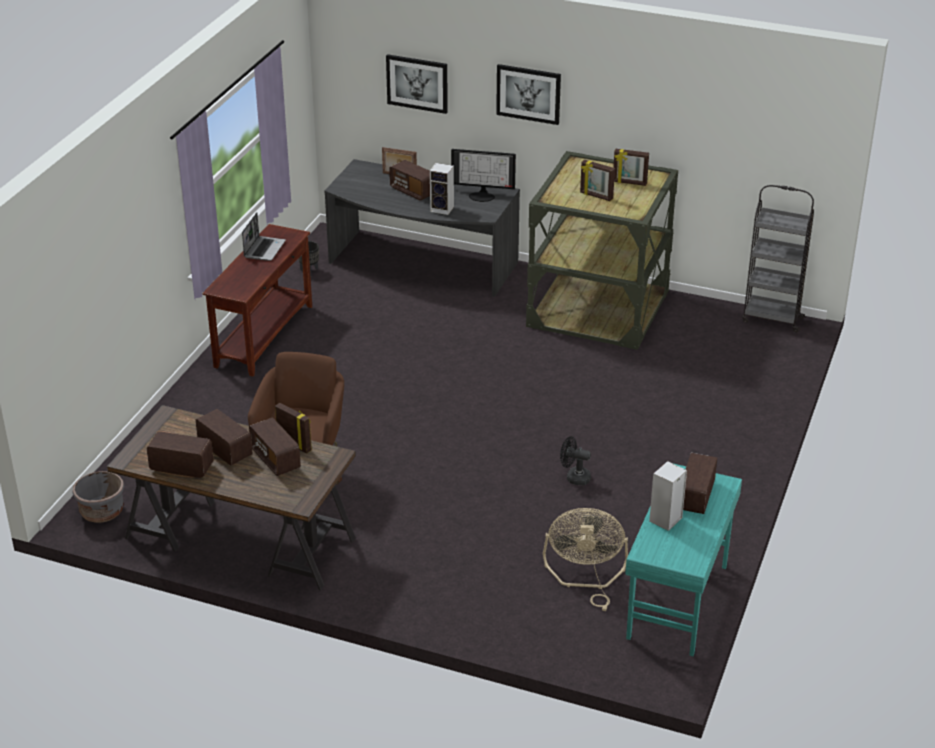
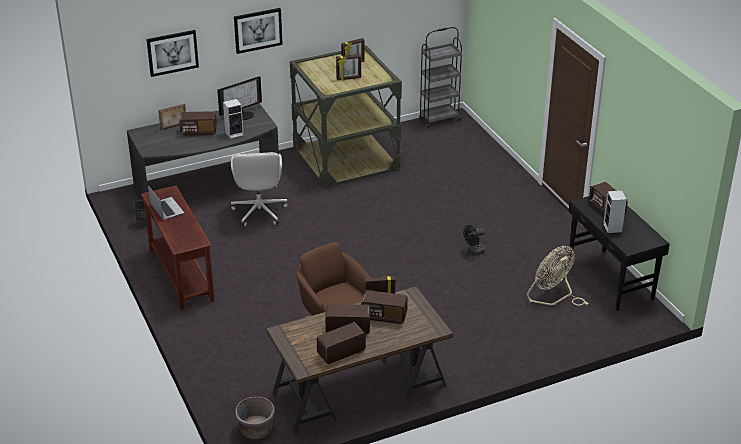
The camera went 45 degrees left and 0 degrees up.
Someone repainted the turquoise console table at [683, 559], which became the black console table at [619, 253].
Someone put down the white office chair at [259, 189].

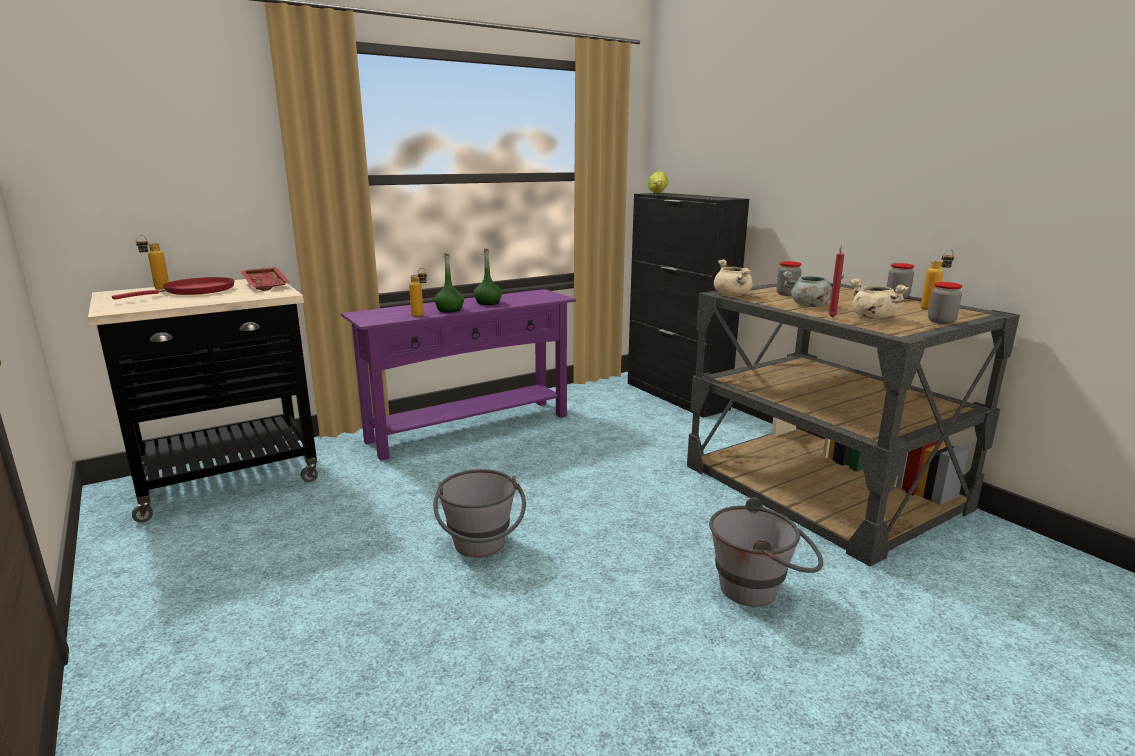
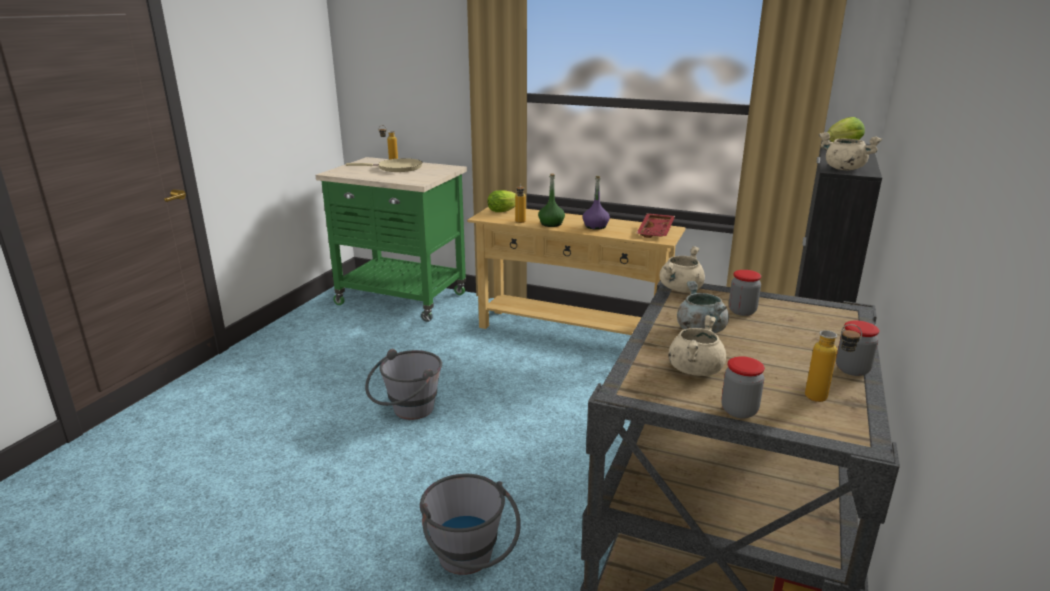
The camera went 55 degrees right and 5 degrees up.
Someone took away the red candle at [836, 281].
Someone repainted the green bottle at [488, 277], which became the purple bottle at [596, 203].
Someone carried the red tray from [266, 279] to [655, 225].
Someone repainted the red frying pan at [173, 288], which became the beige frying pan at [384, 165].
Someone repainted the black cart at [203, 401], which became the green cart at [391, 239].
Someone repainted the purple console table at [458, 375], which became the beige console table at [576, 271].
Someone put down the beige cooking pot at [850, 151].
Someone put down the lettuce at [501, 201].

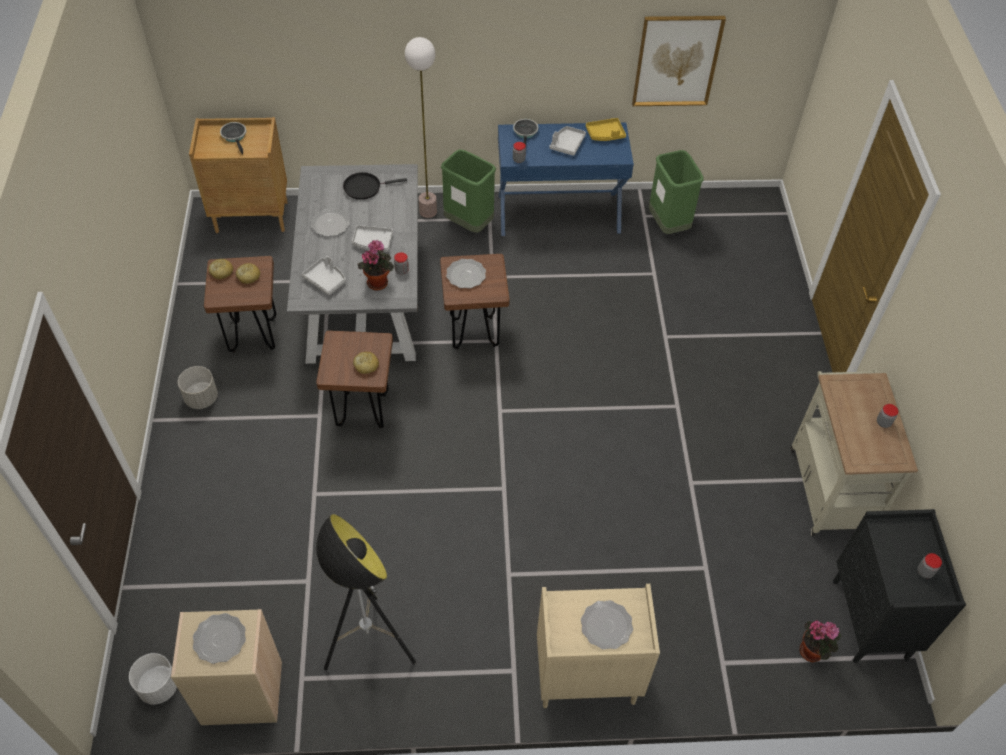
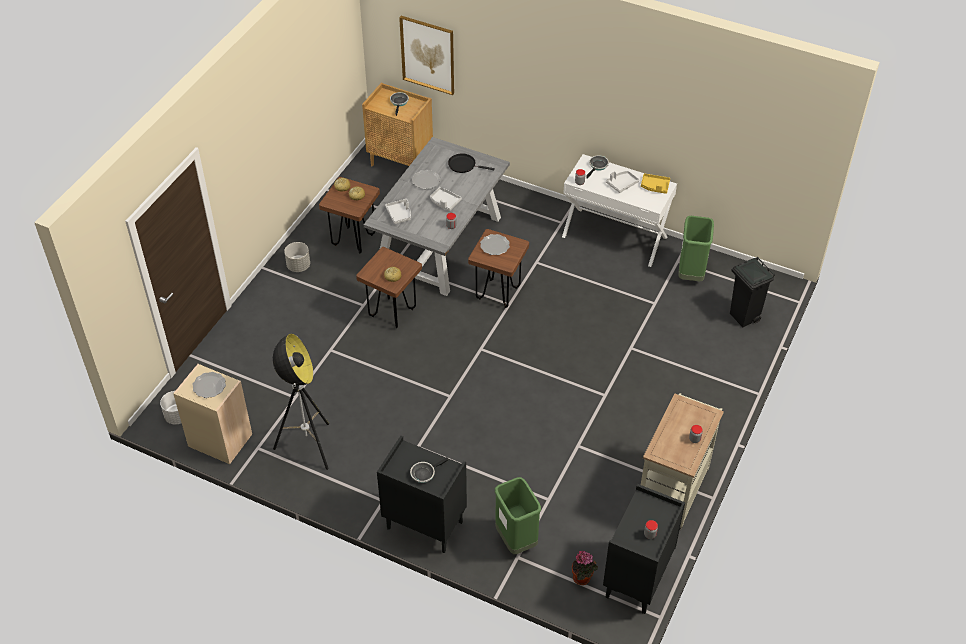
The camera went 30 degrees right and 5 degrees down.
Someone carried the picture from [679, 61] to [426, 55].
Someone took away the floor lamp at [421, 127].
Someone repainted the blue console table at [566, 179], which became the white console table at [619, 210].
Someone carried the green trash can from [468, 191] to [518, 515].
Someone took away the potted plant at [376, 265].
Someone repainted the beige cabinet at [598, 646], which became the black cabinet at [422, 494].
Someone swapped the plate at [607, 624] for the frying pan at [429, 470].
Someone put down the black trash can at [752, 292].

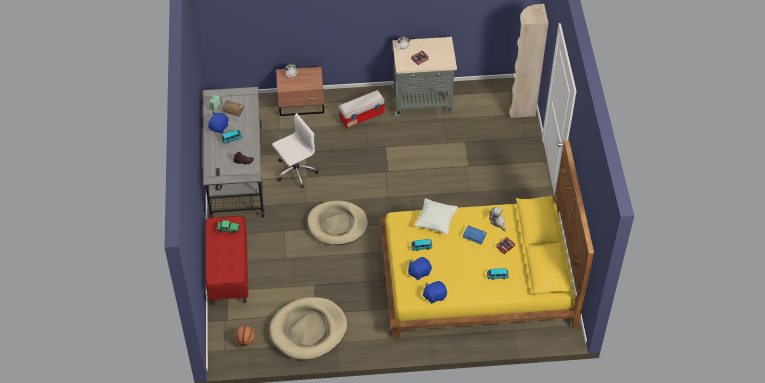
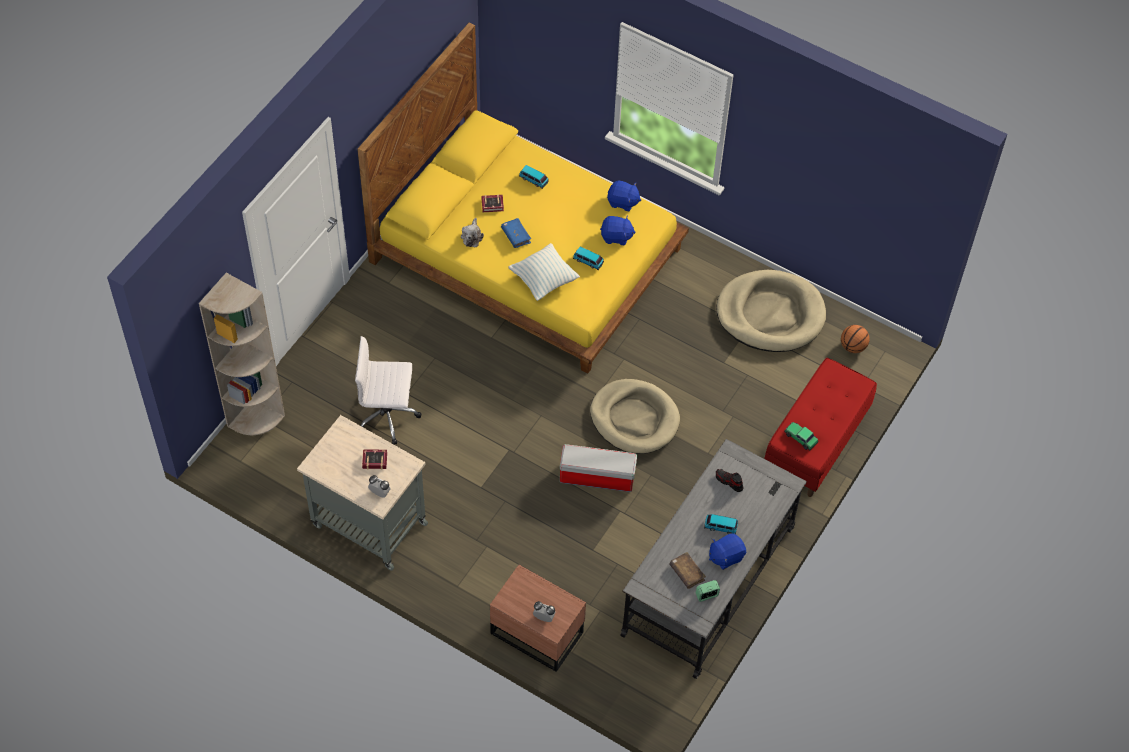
The camera went 145 degrees left and 5 degrees up.
Someone carried the storage box from [362, 109] to [598, 468].
Someone carried the white office chair from [295, 150] to [388, 390].

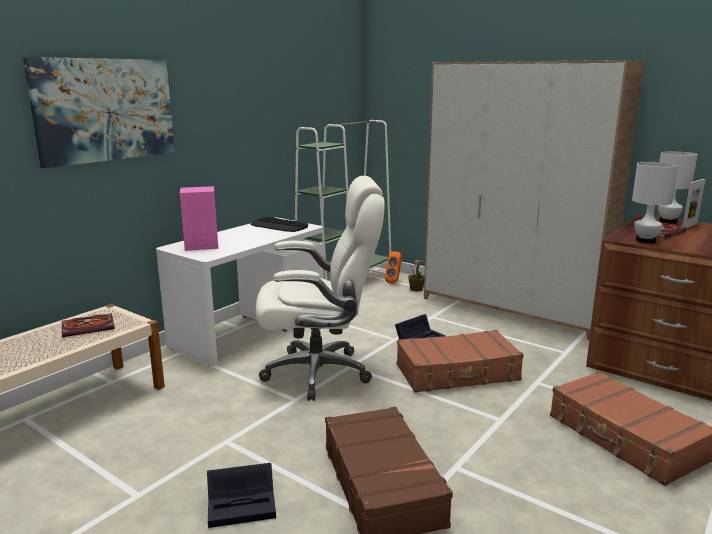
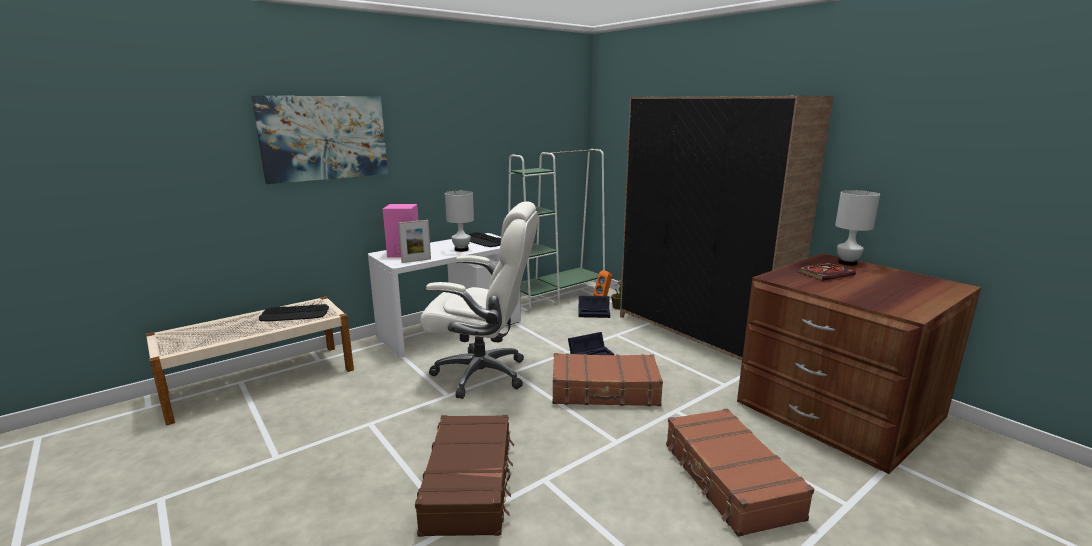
The camera went 15 degrees right and 0 degrees up.
Someone repainted the white wardrobe at [534, 200], which became the black wardrobe at [727, 228].
Someone carried the white table lamp from [655, 203] to [459, 221].
Someone carried the picture frame from [694, 203] to [414, 241].
Someone swapped the book at [88, 325] for the keyboard at [294, 313].
Someone carried the black storage box from [241, 495] to [594, 307].

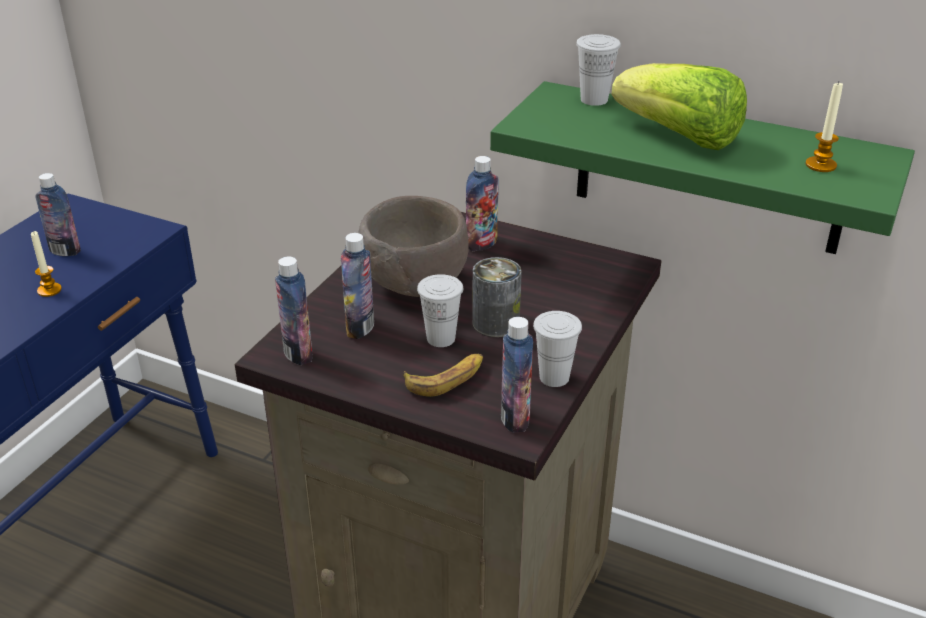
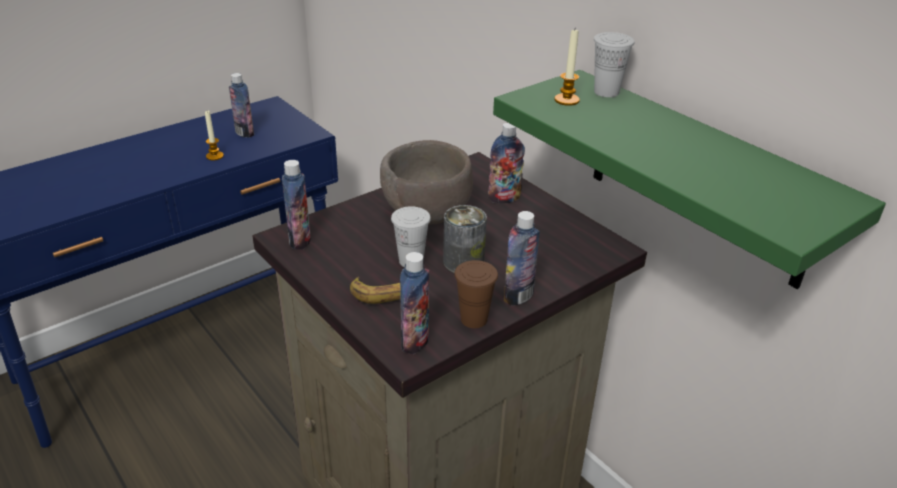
The camera went 25 degrees right and 0 degrees up.
Someone took away the lettuce at [679, 106].
Someone carried the candle from [824, 127] to [567, 68].
Someone carried the bottle from [357, 286] to [522, 258].
Someone repainted the white cup at [557, 349], which became the brown cup at [476, 294].

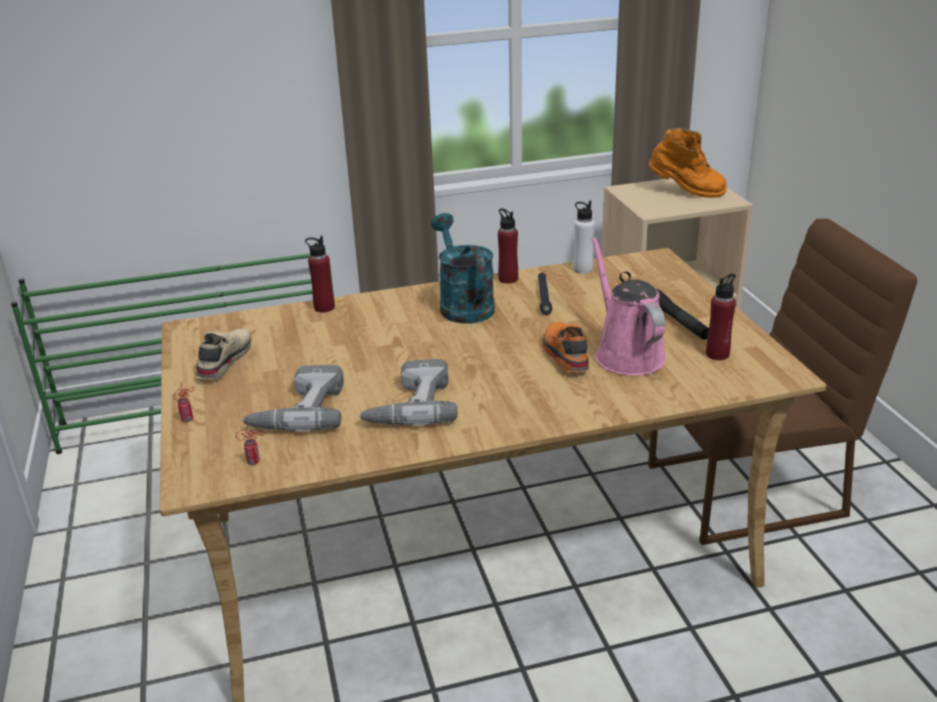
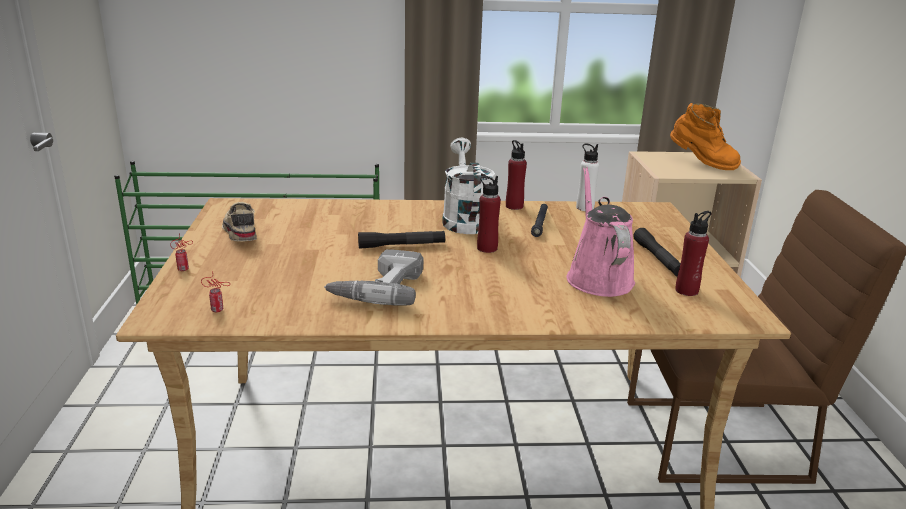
The camera went 10 degrees right and 5 degrees down.
Someone repainted the turquoise watering can at [463, 268], which became the white watering can at [468, 186].
Someone carried the red bottle from [320, 274] to [489, 214].
Someone took away the orange shoe at [565, 347].
Someone rotated the beige shoe at [223, 353] by 45 degrees counterclockwise.
Someone took away the power drill at [293, 398].
Someone put down the black flashlight at [401, 240].

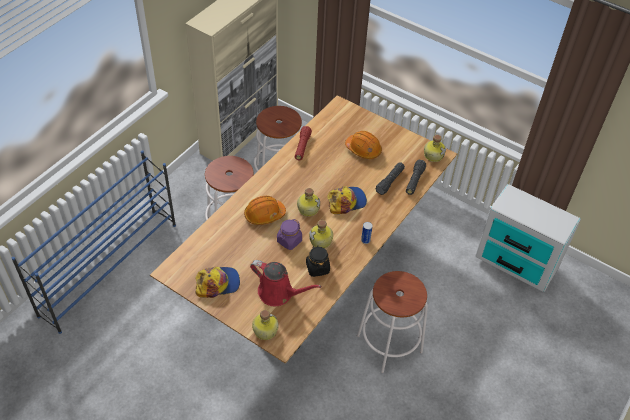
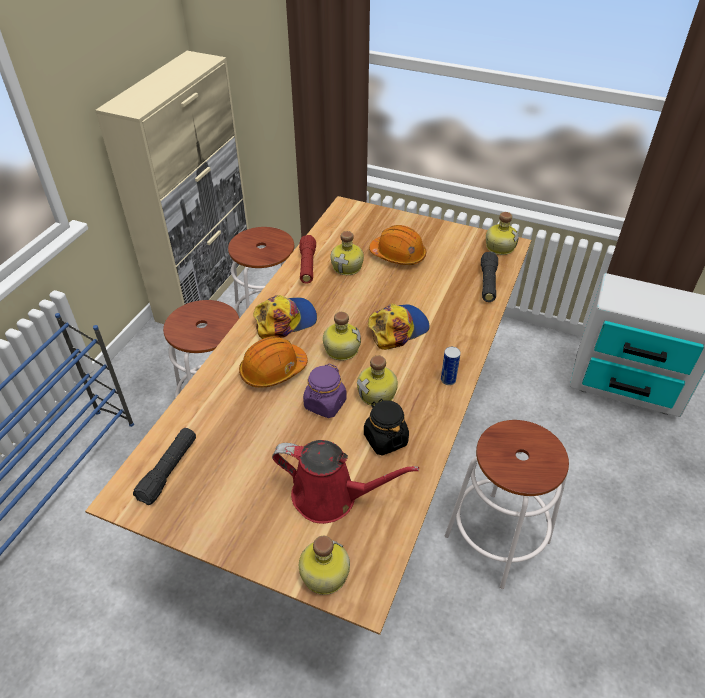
The camera went 10 degrees left and 5 degrees down.
Someone carried the black flashlight from [390, 178] to [164, 466].
Someone carried the cap from [217, 282] to [285, 317].
Someone put down the bottle at [347, 253].

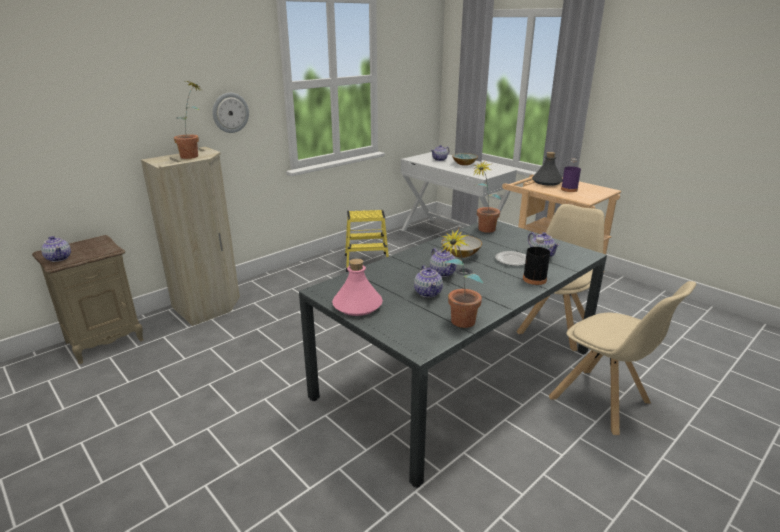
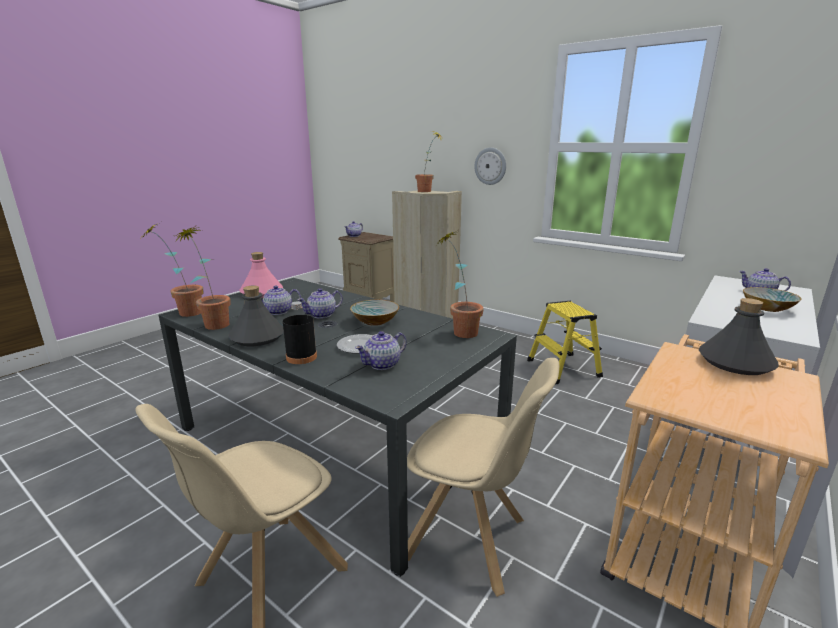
The camera went 80 degrees right and 5 degrees down.
Someone took away the purple bottle at [571, 175].
Someone put down the potted plant at [173, 270].
Someone put down the grey bottle at [256, 315].

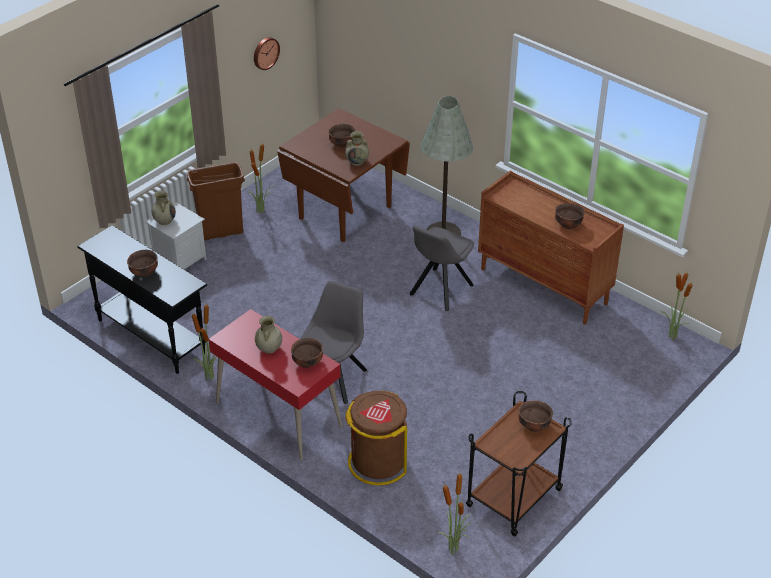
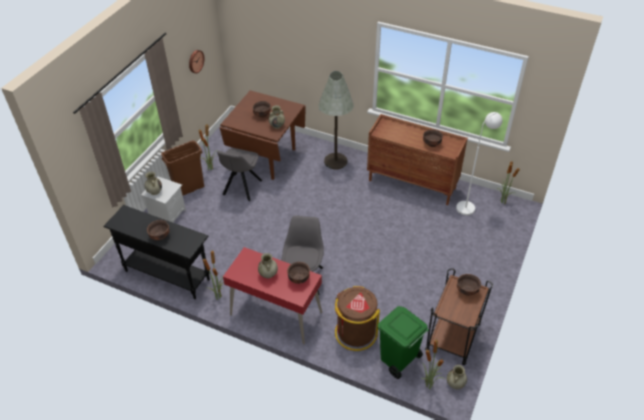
The camera went 15 degrees left and 5 degrees up.
Someone carried the grey chair from [442, 268] to [239, 174].
Someone put down the white floor lamp at [479, 163].
Someone put down the green trash can at [403, 342].
Someone put down the beige vase at [457, 377].

